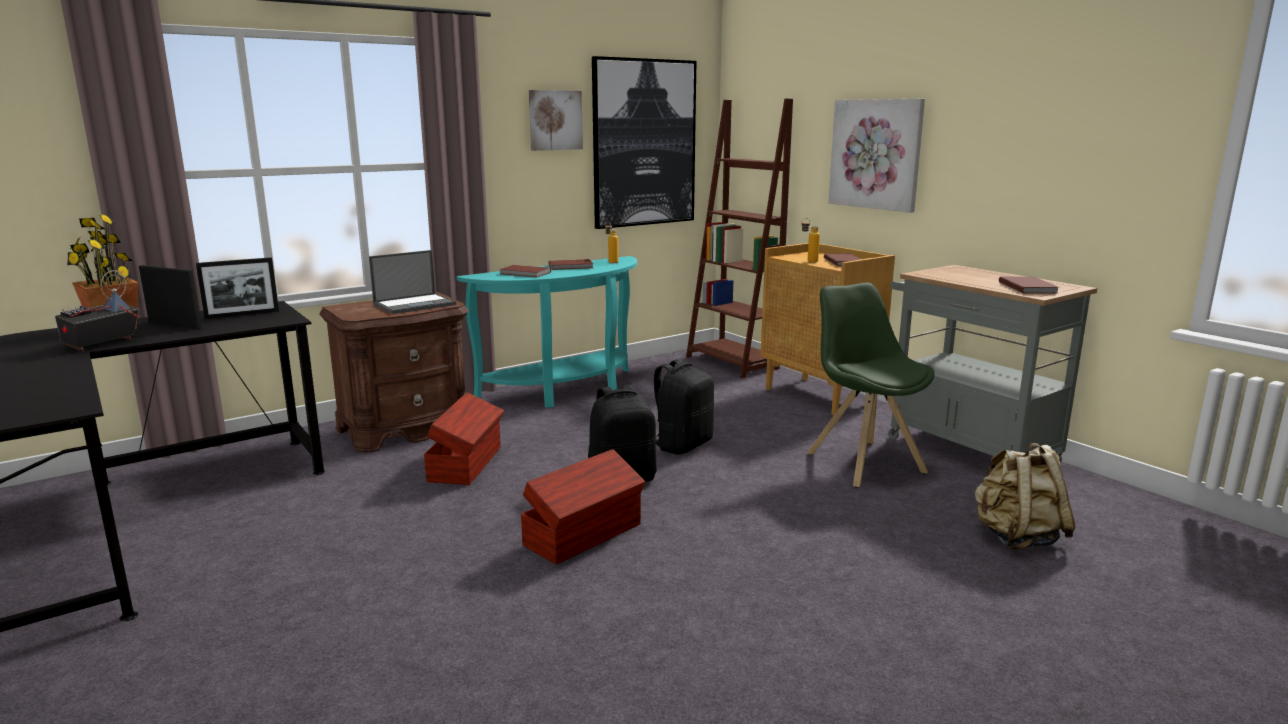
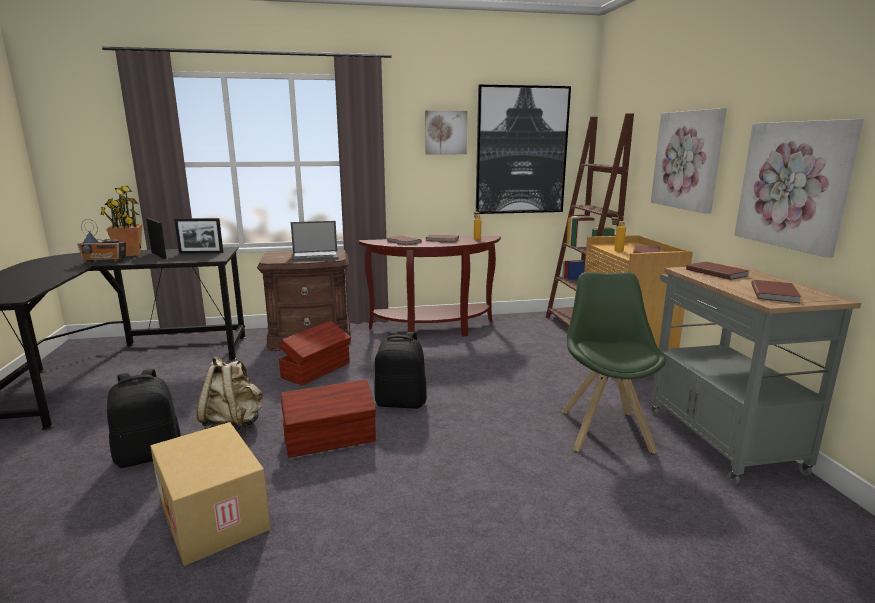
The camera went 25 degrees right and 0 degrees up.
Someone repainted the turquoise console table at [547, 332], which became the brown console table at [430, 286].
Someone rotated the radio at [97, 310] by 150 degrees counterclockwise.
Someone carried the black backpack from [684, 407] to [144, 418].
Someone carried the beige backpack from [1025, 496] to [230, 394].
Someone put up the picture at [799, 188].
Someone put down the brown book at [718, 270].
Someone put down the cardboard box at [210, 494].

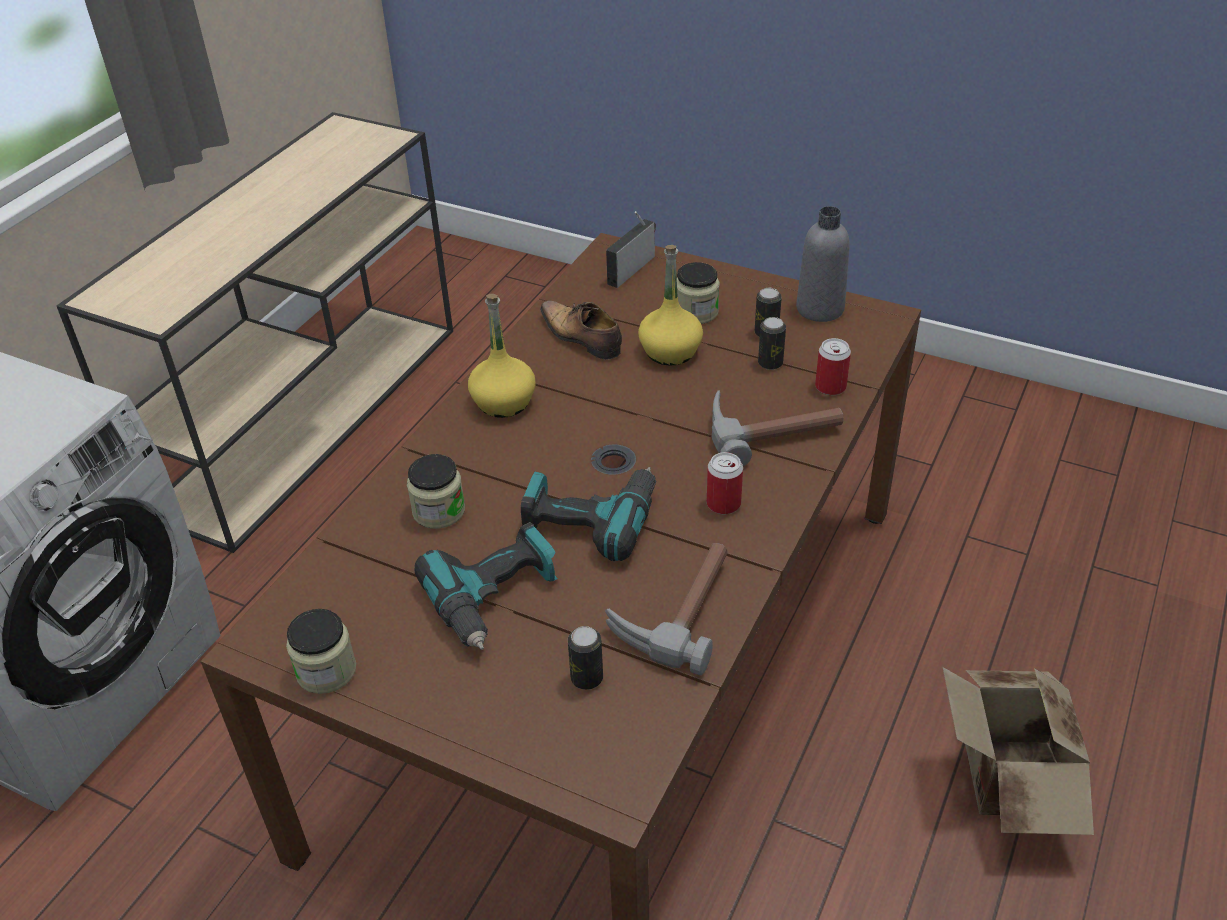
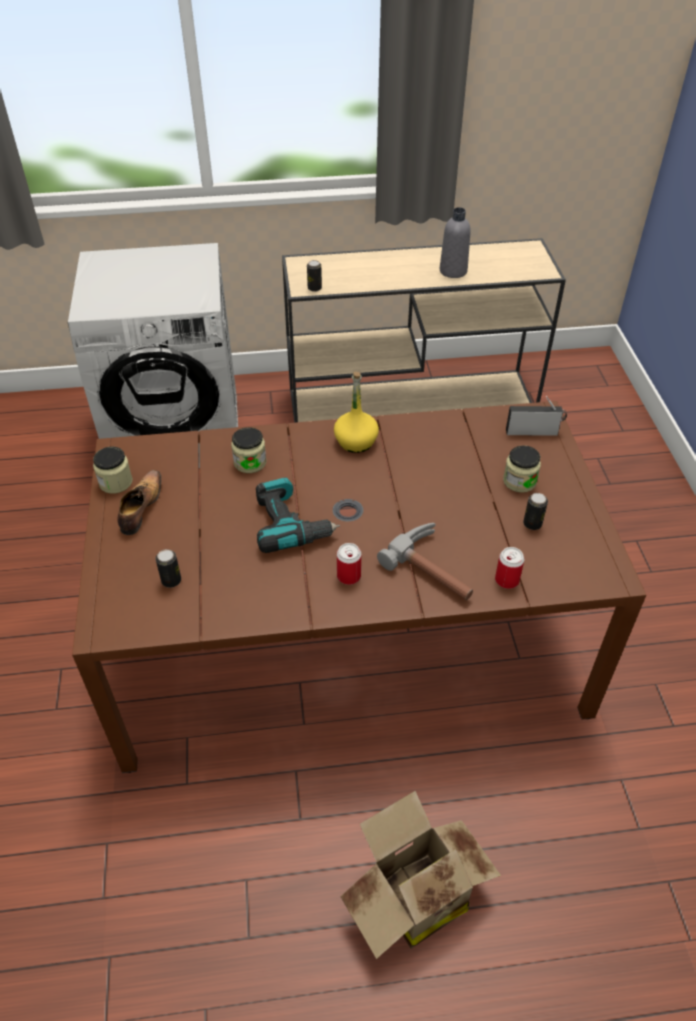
The camera went 55 degrees right and 5 degrees up.
Someone carried the grey bottle from [823, 264] to [455, 242].
Someone took away the yellow bottle at [670, 305].
Someone carried the shoe from [581, 330] to [139, 502].
Someone carried the can from [772, 343] to [314, 276].
Someone took away the power drill at [486, 586].
Someone took away the hammer at [666, 609].

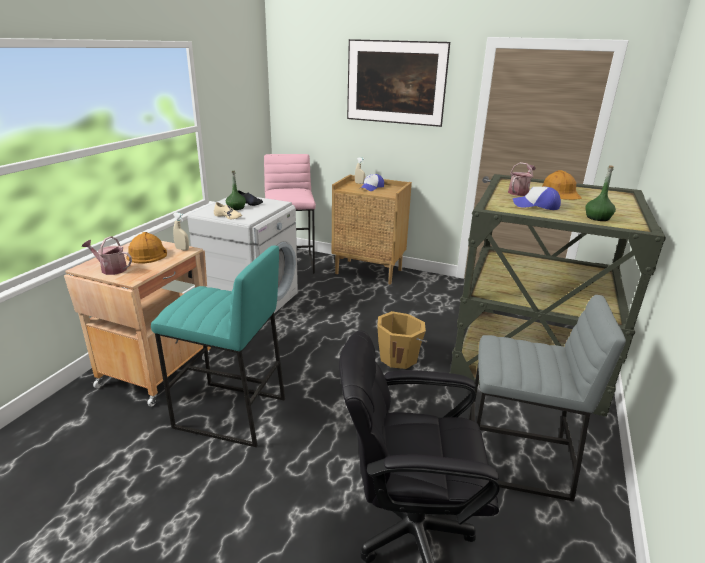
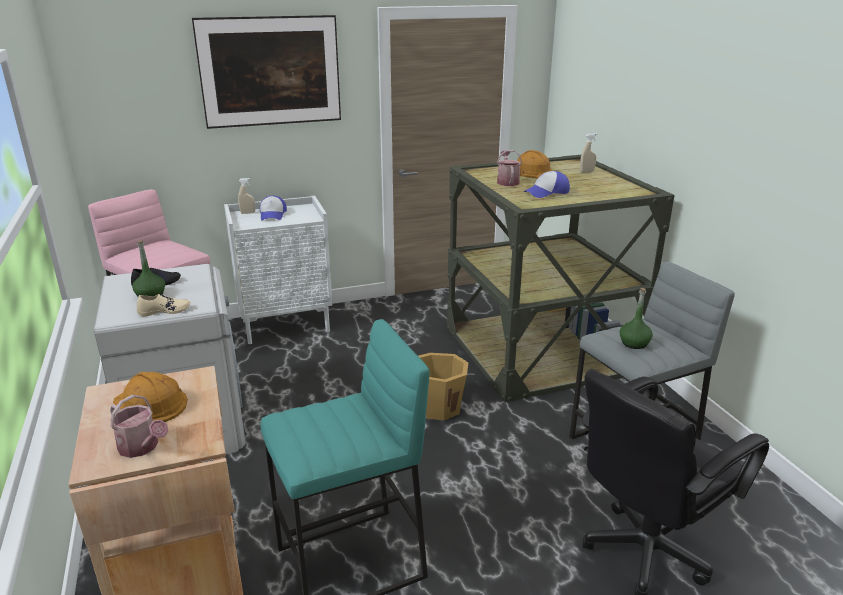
The camera went 40 degrees left and 0 degrees up.
Someone carried the green bottle from [600, 193] to [636, 318].
Someone repainted the brown cabinet at [372, 230], which became the white cabinet at [278, 269].
Someone carried the beige spray bottle from [181, 231] to [588, 153].
Someone rotated the watering can at [107, 255] by 120 degrees counterclockwise.

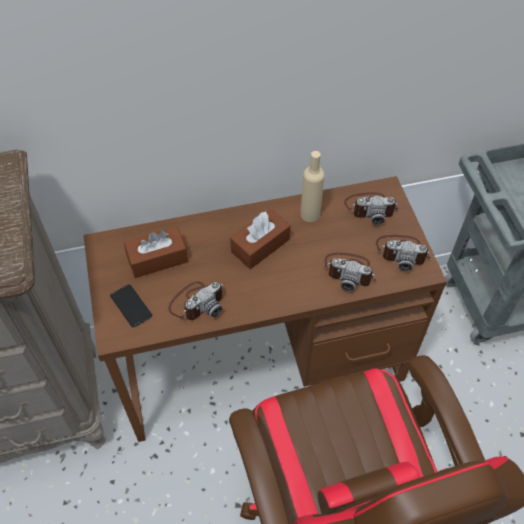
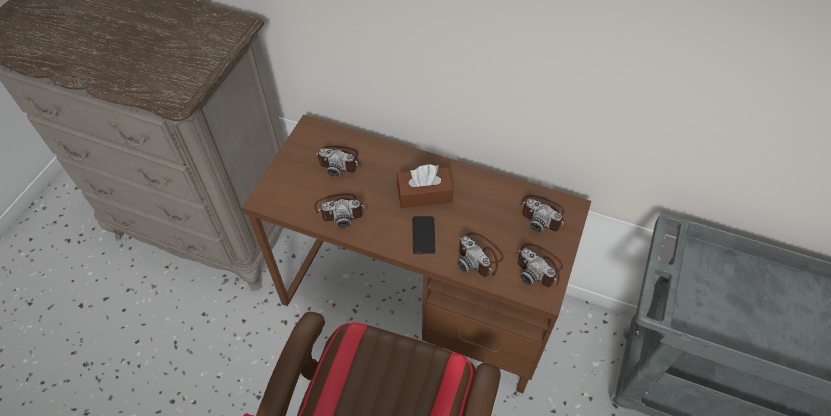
The camera went 35 degrees right and 0 degrees up.
Someone took away the beige bottle at [313, 186].
Someone swapped the brown tissue box at [156, 252] for the photo camera at [338, 161].
Someone carried the phone from [131, 305] to [424, 235].

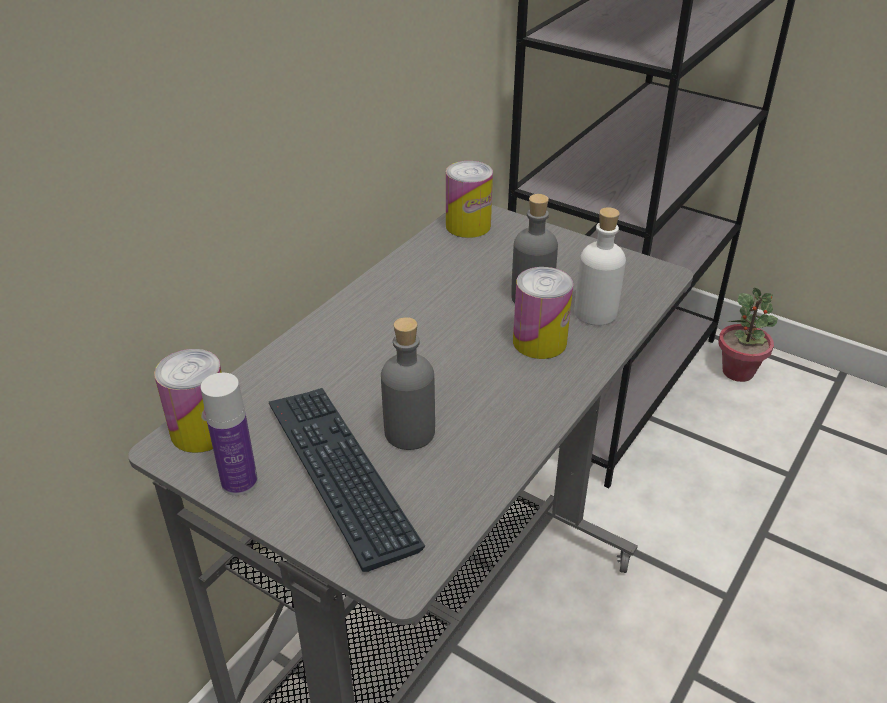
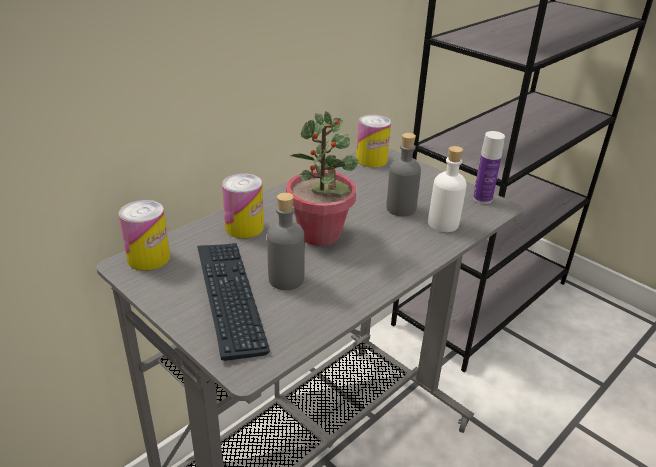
The camera went 10 degrees right and 5 degrees down.
Someone carried the can from [543, 313] to [243, 205].
Someone carried the potted plant from [748, 335] to [322, 178].
Someone carried the bottle from [229, 434] to [489, 167].

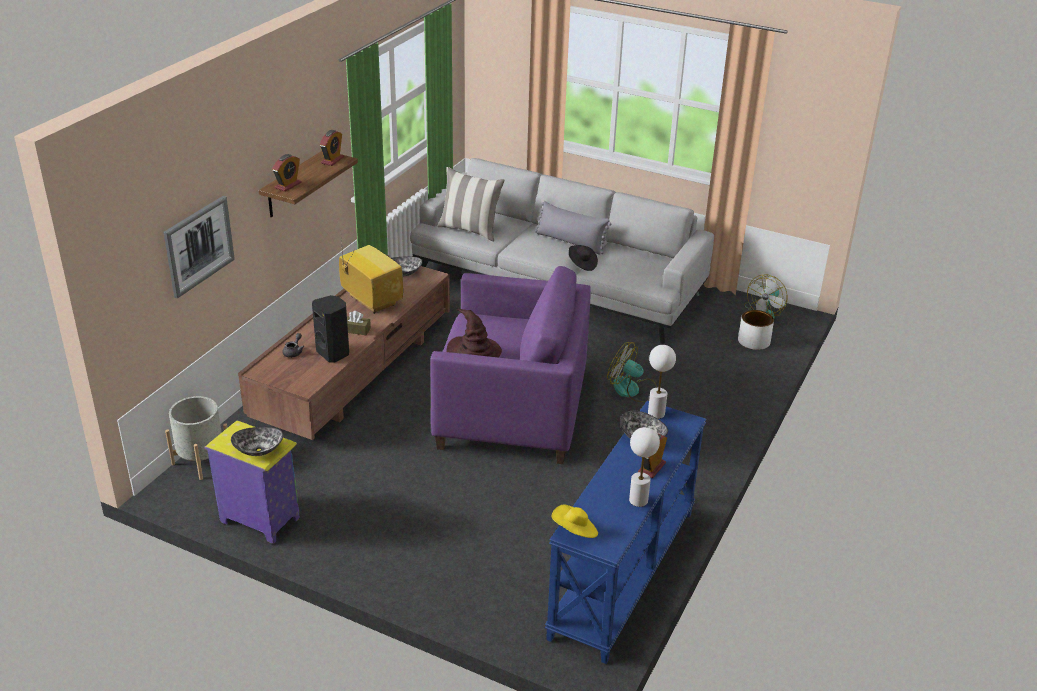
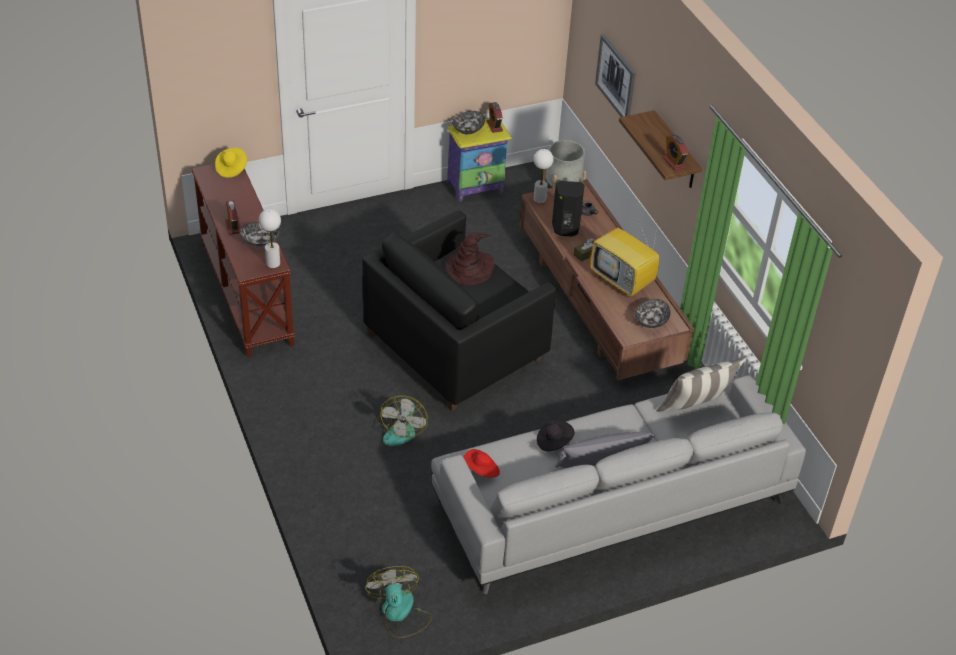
The camera went 130 degrees right and 10 degrees up.
Someone carried the alarm clock from [287, 173] to [495, 117].
Someone rotated the television at [371, 275] by 45 degrees clockwise.
Someone repainted the purple armchair at [510, 365], which became the black armchair at [459, 310].
Someone took away the white planter at [756, 330].
Someone rotated the fan at [632, 372] by 120 degrees clockwise.
Someone repainted the blue console table at [626, 532], which became the brown console table at [243, 260].
Someone carried the white table lamp from [644, 467] to [543, 176].
Someone put down the red hat at [481, 463].

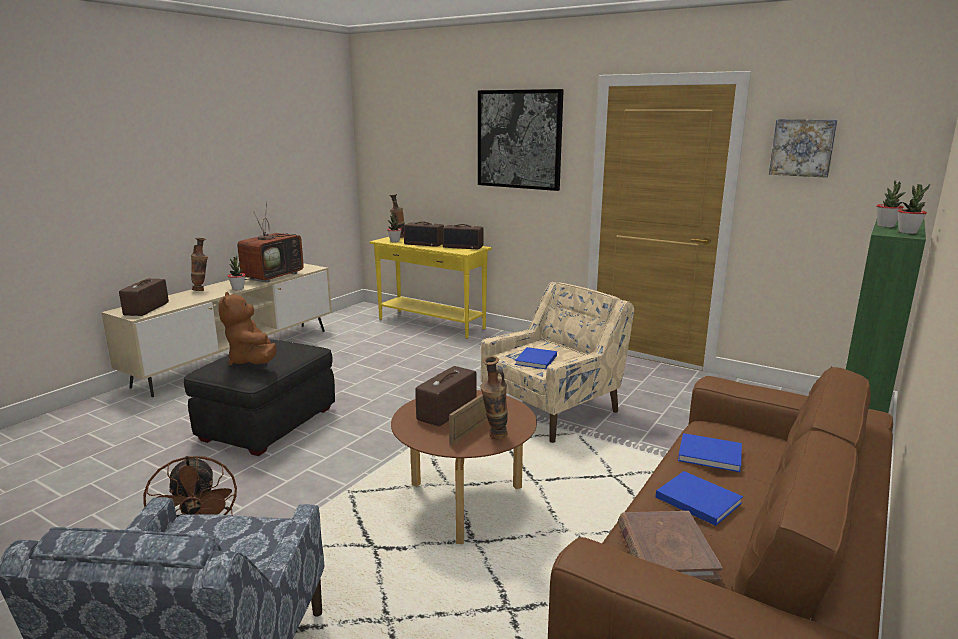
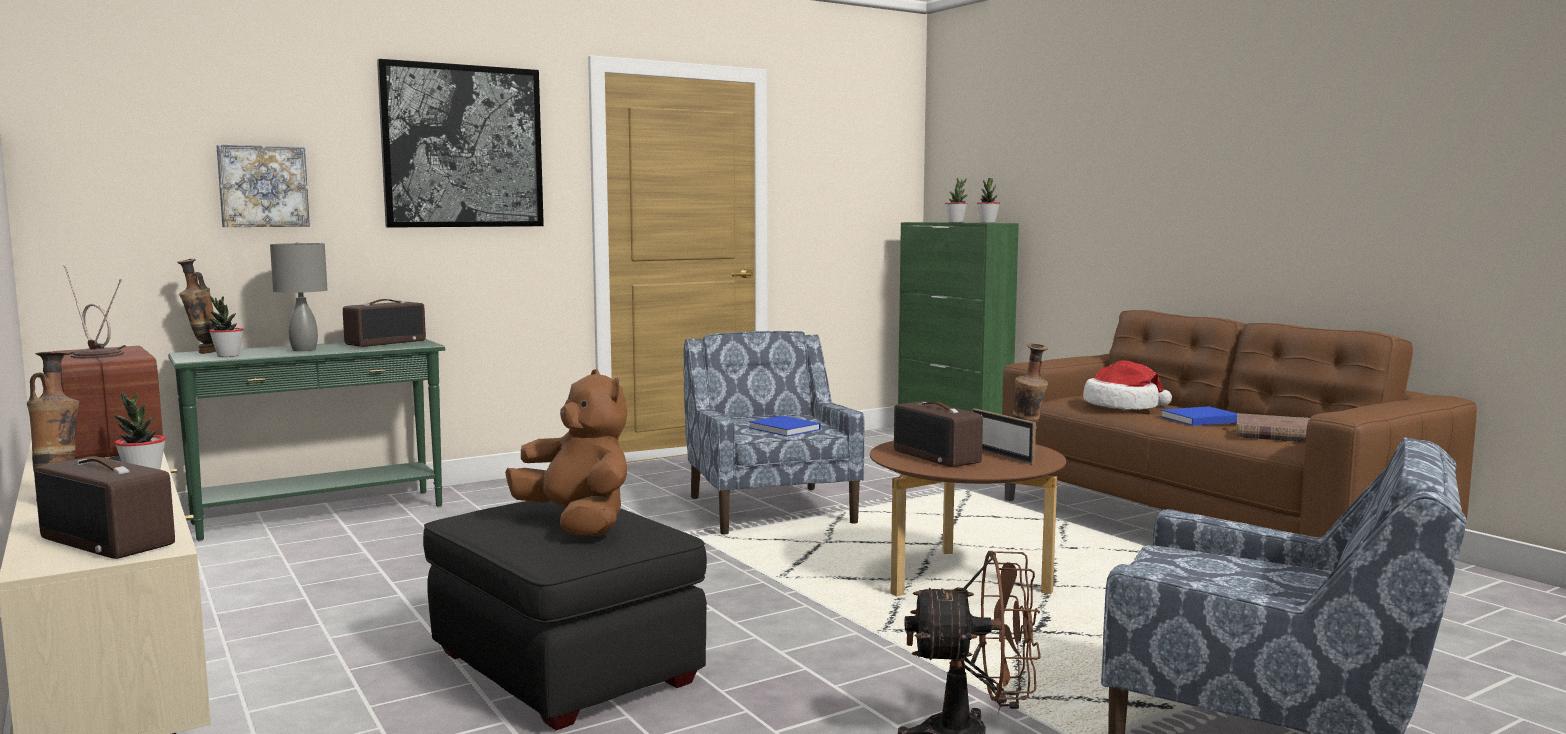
The camera went 65 degrees left and 10 degrees down.
Someone carried the picture from [803, 148] to [263, 186].
Someone swapped the radio at [424, 234] for the grey table lamp at [298, 296].
Someone repainted the yellow console table at [430, 288], which became the green console table at [306, 440].
Someone repainted the beige armchair at [557, 362], which became the blue armchair at [773, 433].
Someone rotated the brown plush toy at [247, 328] by 135 degrees counterclockwise.
Someone swapped the blue book at [710, 452] for the hat at [1127, 385].

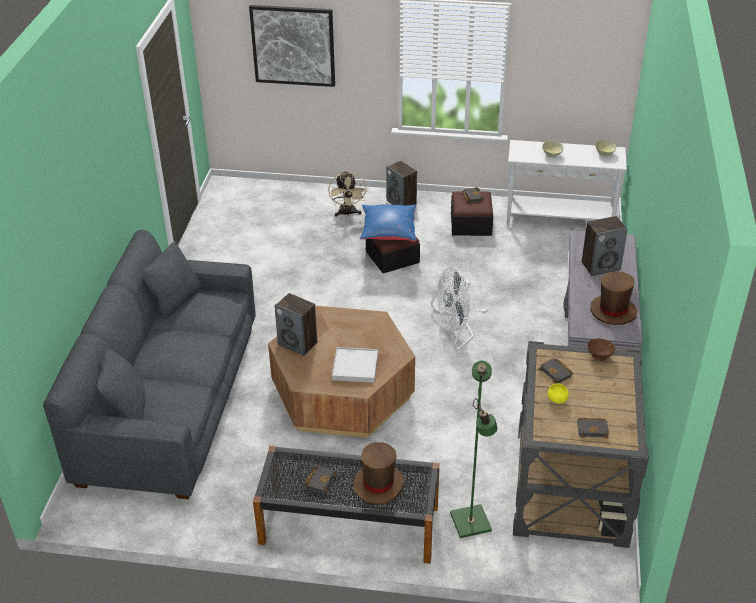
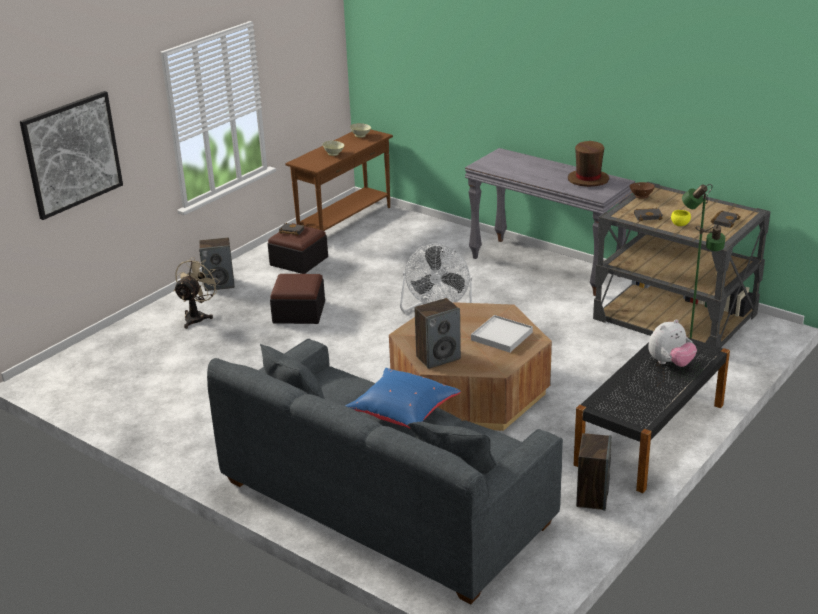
The camera went 60 degrees left and 10 degrees down.
Someone repainted the white console table at [567, 183], which became the brown console table at [339, 180].
Someone rotated the beige fan at [347, 194] by 90 degrees counterclockwise.
Someone carried the blue pillow from [388, 223] to [403, 398].
Someone carried the speaker from [605, 246] to [594, 472].
Someone swapped the brown hat at [378, 473] for the plush toy at [672, 343].
Someone took away the black book at [321, 480].

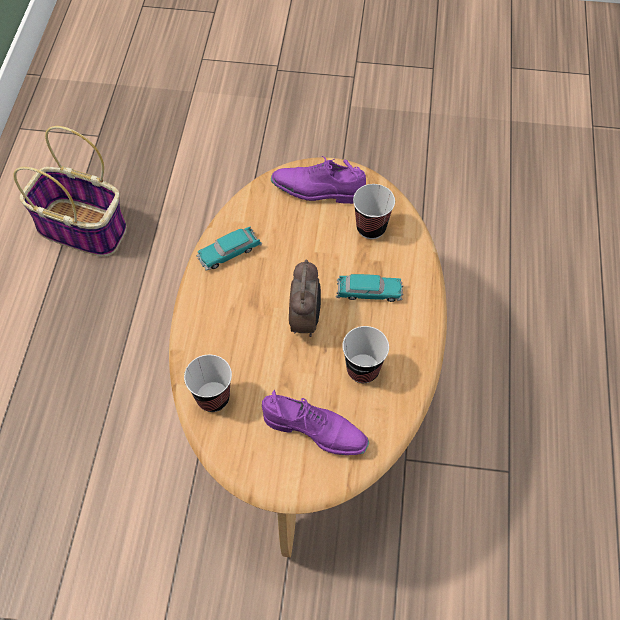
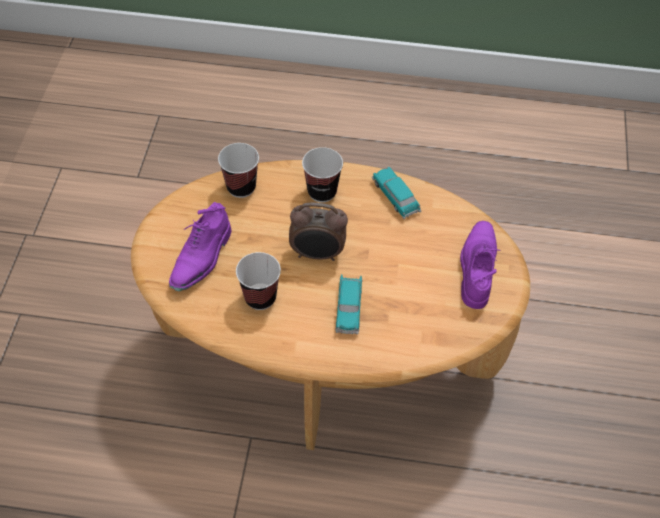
The camera went 90 degrees right and 5 degrees down.
Someone took away the basket at [70, 191].
Someone carried the cup from [374, 211] to [322, 174].

